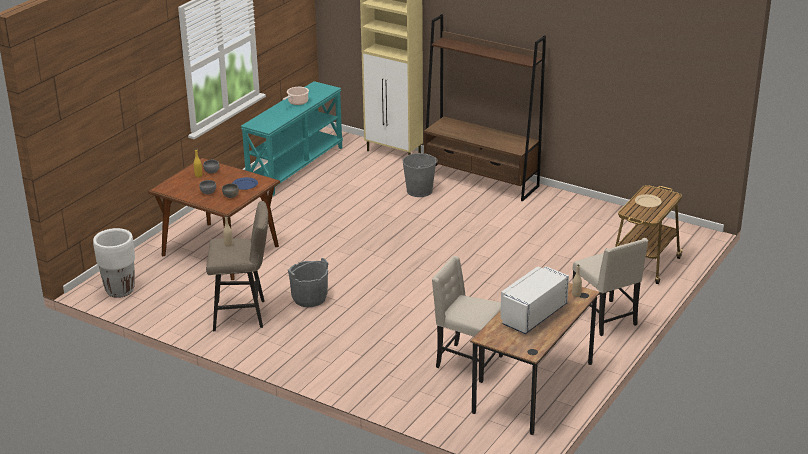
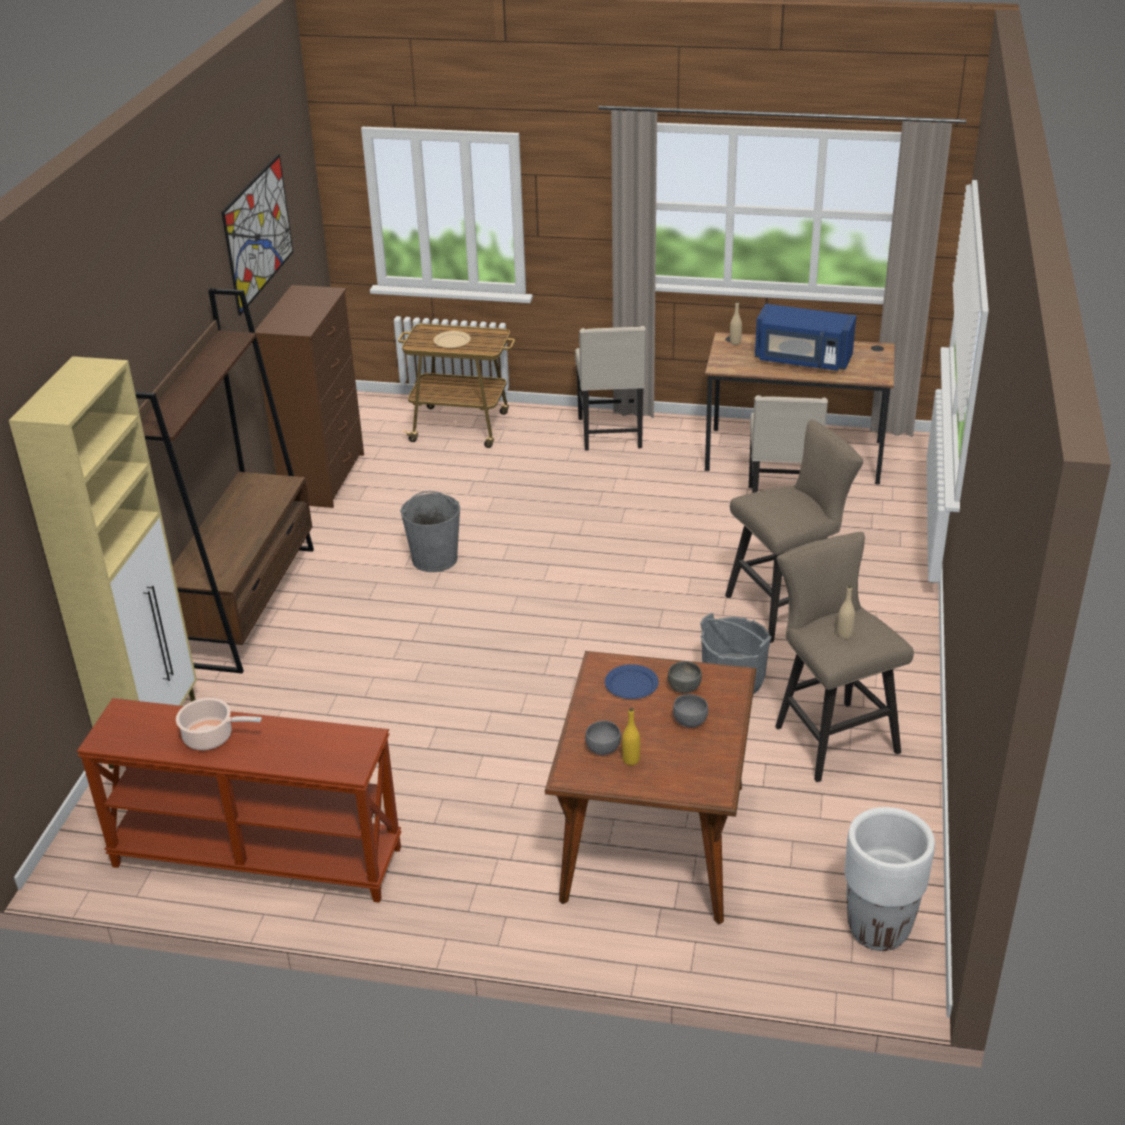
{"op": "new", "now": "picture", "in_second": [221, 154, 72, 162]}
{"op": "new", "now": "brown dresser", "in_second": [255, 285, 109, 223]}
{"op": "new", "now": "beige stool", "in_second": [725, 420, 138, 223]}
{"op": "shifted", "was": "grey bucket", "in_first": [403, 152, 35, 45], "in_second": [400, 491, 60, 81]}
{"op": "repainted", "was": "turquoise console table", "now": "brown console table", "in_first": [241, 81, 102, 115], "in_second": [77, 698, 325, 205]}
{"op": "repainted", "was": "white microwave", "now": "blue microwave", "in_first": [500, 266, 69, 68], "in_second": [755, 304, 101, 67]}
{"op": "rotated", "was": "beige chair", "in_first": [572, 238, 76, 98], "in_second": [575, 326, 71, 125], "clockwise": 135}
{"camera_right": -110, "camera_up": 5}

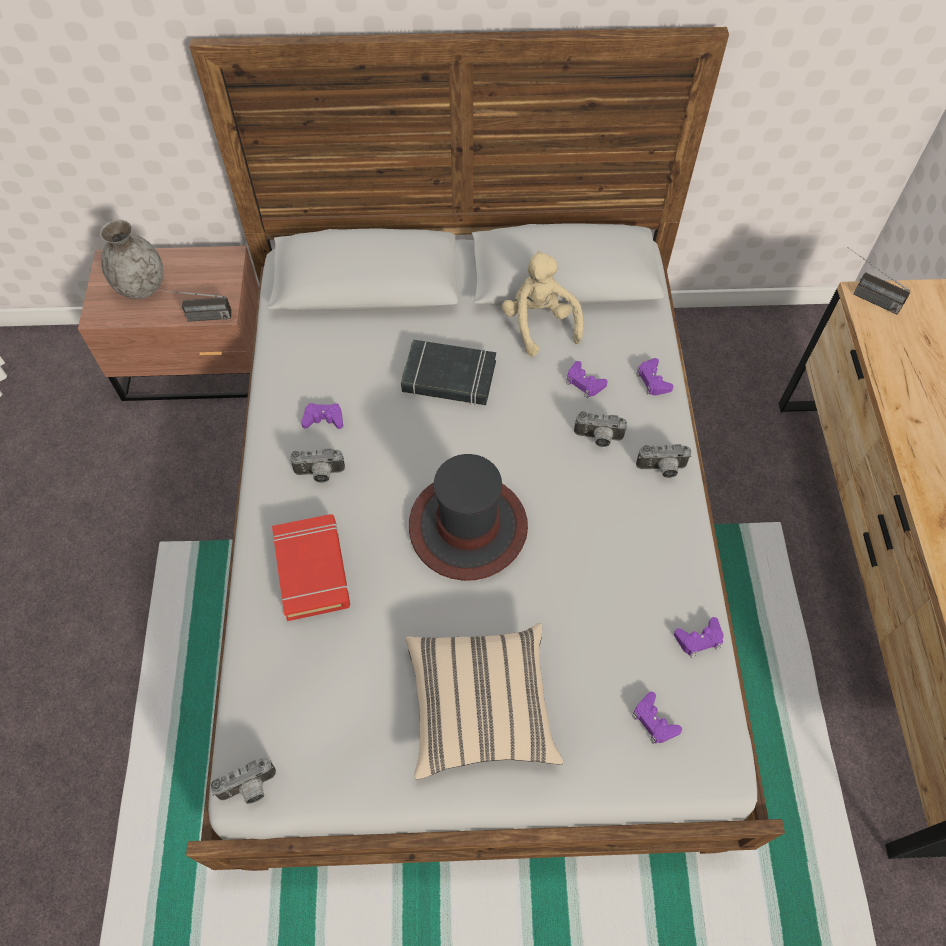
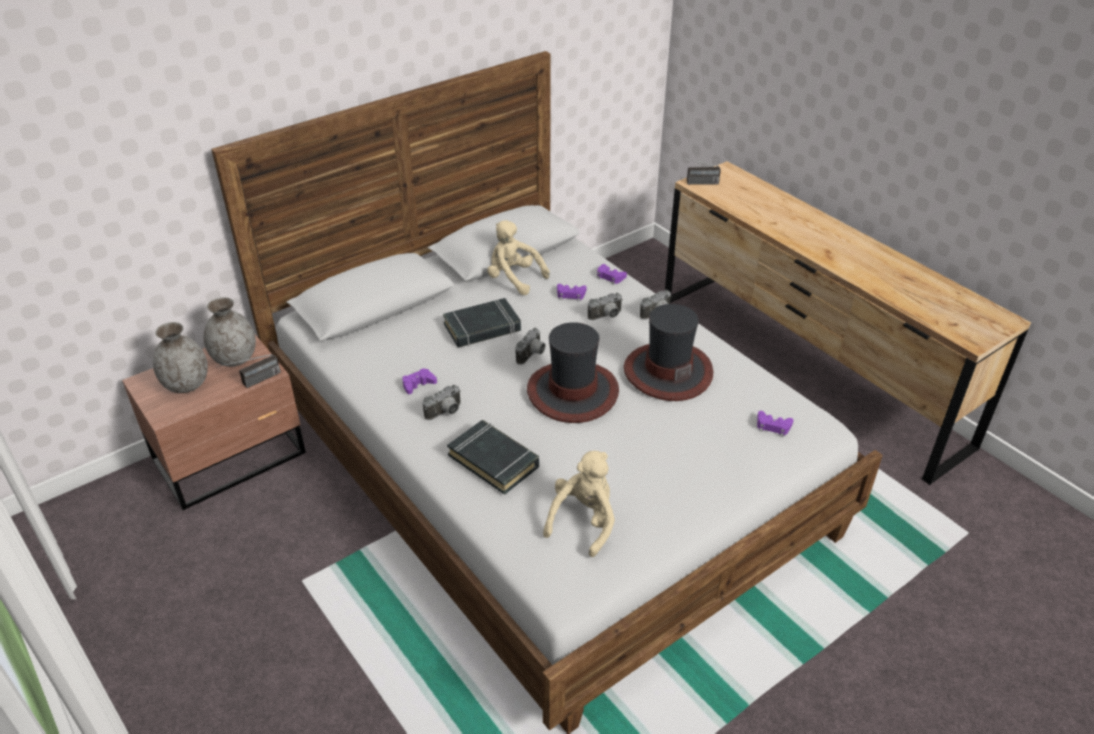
{"op": "gone", "was": "beige pillow", "in_first": [406, 623, 158, 156]}
{"op": "gone", "was": "purple game controller", "in_first": [674, 617, 50, 41]}
{"op": "new", "now": "grey vase", "in_second": [204, 297, 52, 70]}
{"op": "new", "now": "beige plush toy", "in_second": [543, 451, 72, 106]}
{"op": "new", "now": "hat", "in_second": [624, 304, 89, 97]}
{"op": "shifted", "was": "photo camera", "in_first": [210, 758, 66, 46], "in_second": [515, 328, 30, 37]}
{"op": "repainted", "was": "red book", "now": "black book", "in_first": [272, 514, 78, 107], "in_second": [447, 420, 92, 75]}
{"camera_right": -35, "camera_up": -20}

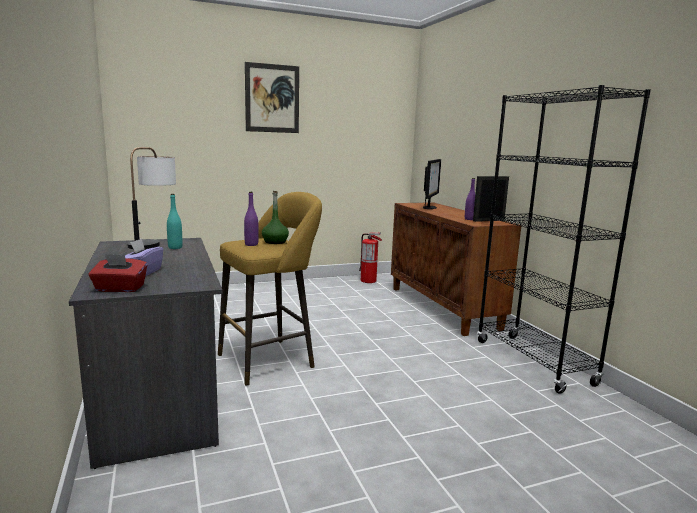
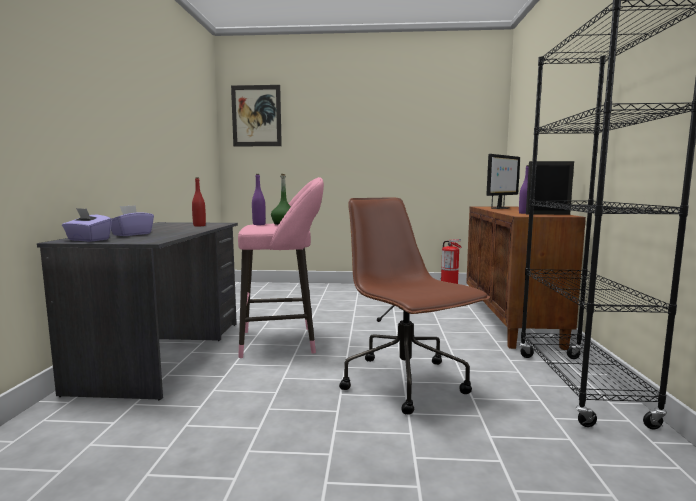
{"op": "gone", "was": "table lamp", "in_first": [127, 147, 49, 102]}
{"op": "new", "now": "brown office chair", "in_second": [339, 198, 151, 217]}
{"op": "shifted", "was": "picture", "in_first": [245, 62, 54, 71], "in_second": [231, 85, 51, 61]}
{"op": "repainted", "was": "red tissue box", "now": "purple tissue box", "in_first": [88, 254, 59, 38], "in_second": [62, 208, 50, 34]}
{"op": "repainted", "was": "turquoise bottle", "now": "red bottle", "in_first": [167, 194, 15, 55], "in_second": [192, 177, 14, 49]}
{"op": "repainted", "was": "yellow stool", "now": "pink stool", "in_first": [218, 192, 104, 193], "in_second": [238, 177, 86, 181]}
{"camera_right": 25, "camera_up": -5}

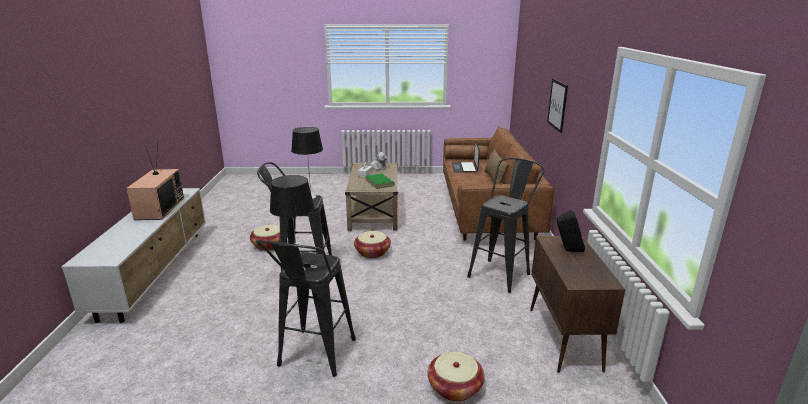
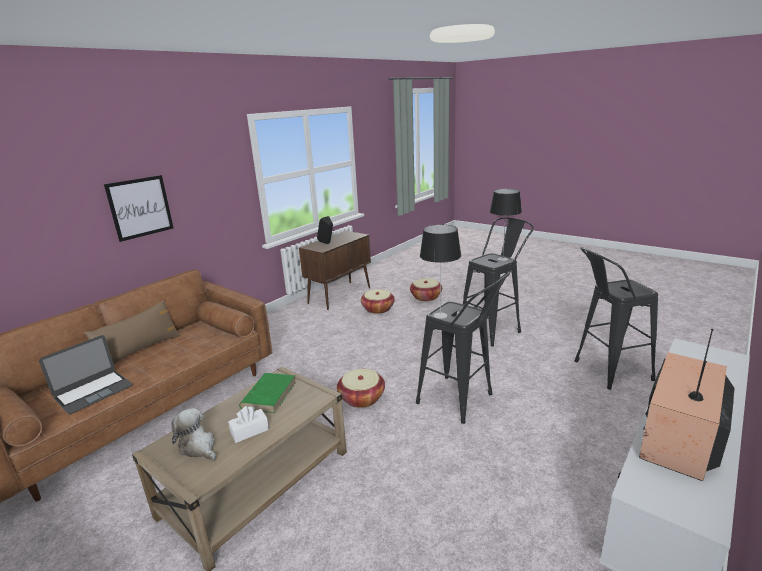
{"op": "shifted", "was": "basket", "in_first": [250, 224, 30, 27], "in_second": [361, 289, 34, 25]}
{"op": "shifted", "was": "black stool", "in_first": [467, 158, 78, 135], "in_second": [575, 247, 83, 143]}
{"camera_right": -140, "camera_up": 0}

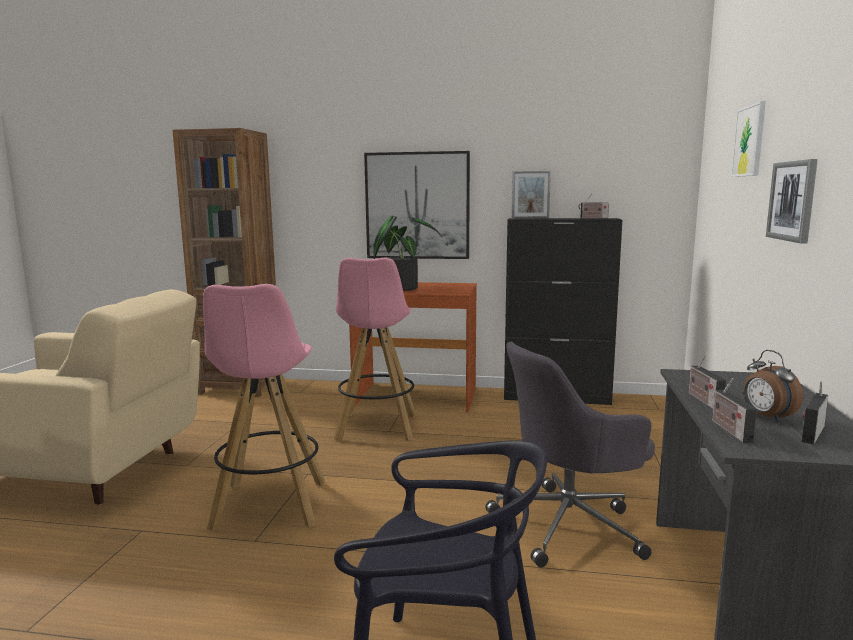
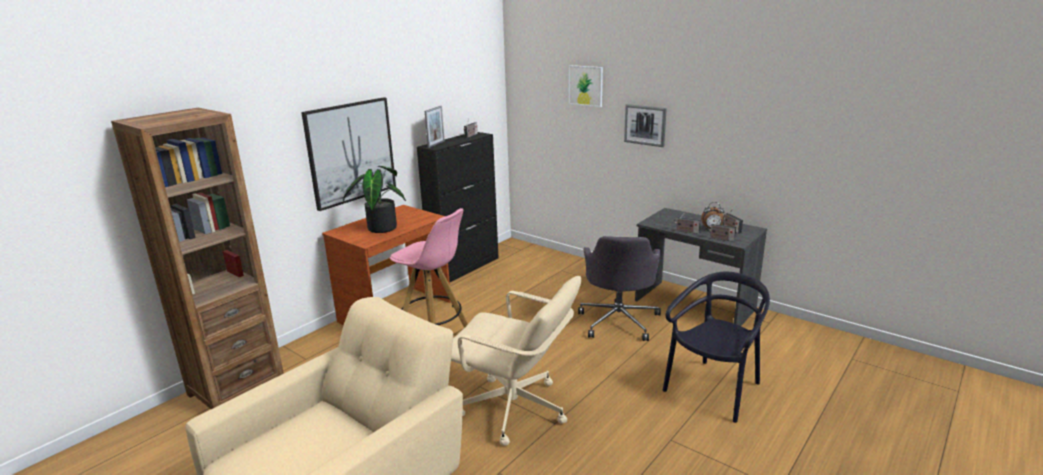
{"op": "swapped", "was": "pink stool", "now": "beige office chair", "in_first": [203, 284, 122, 247], "in_second": [451, 276, 130, 170]}
{"camera_right": -60, "camera_up": 10}

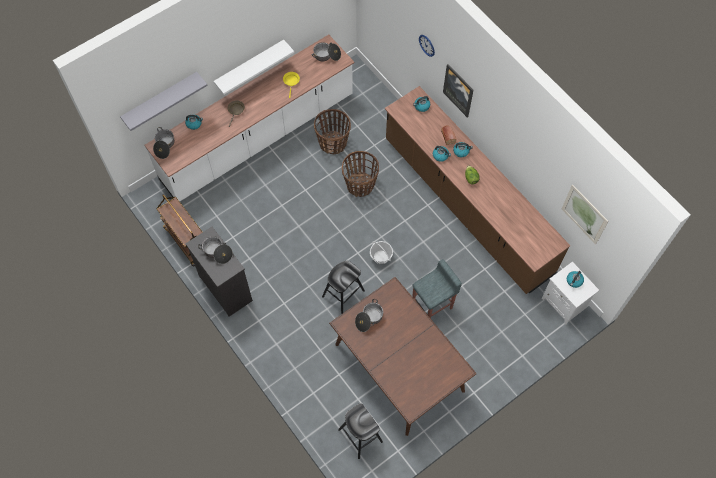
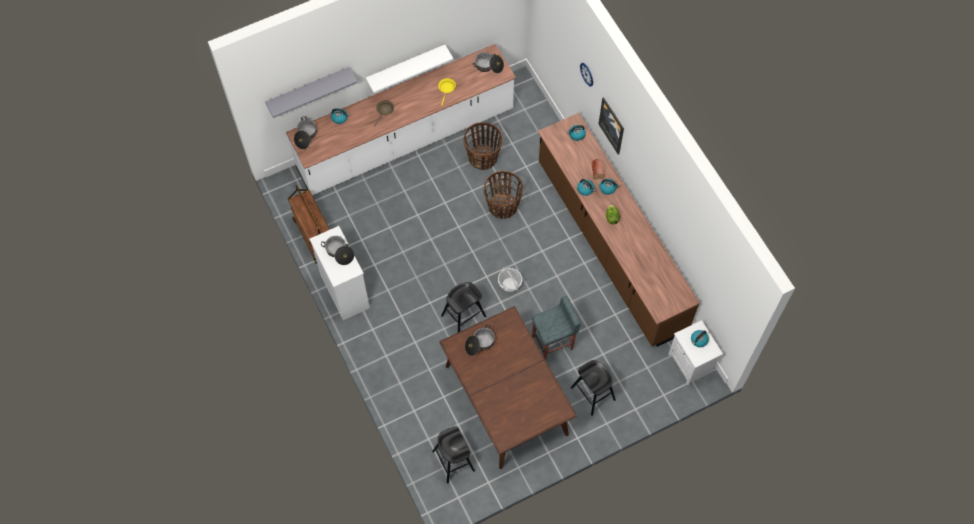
{"op": "gone", "was": "picture", "in_first": [562, 185, 47, 59]}
{"op": "new", "now": "black stool", "in_second": [571, 360, 45, 56]}
{"op": "repainted", "was": "black dresser", "now": "white dresser", "in_first": [185, 227, 68, 90], "in_second": [309, 226, 61, 94]}
{"camera_right": 10, "camera_up": 0}

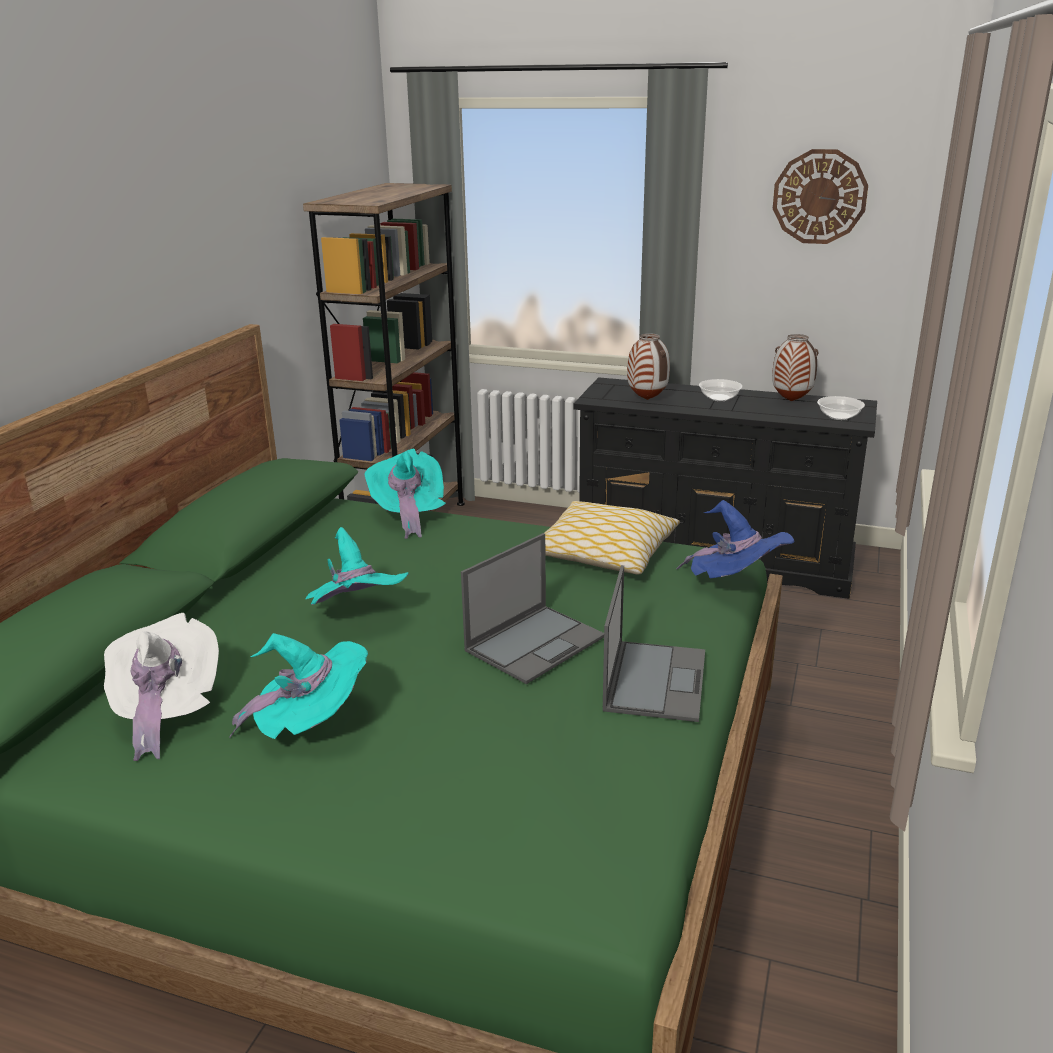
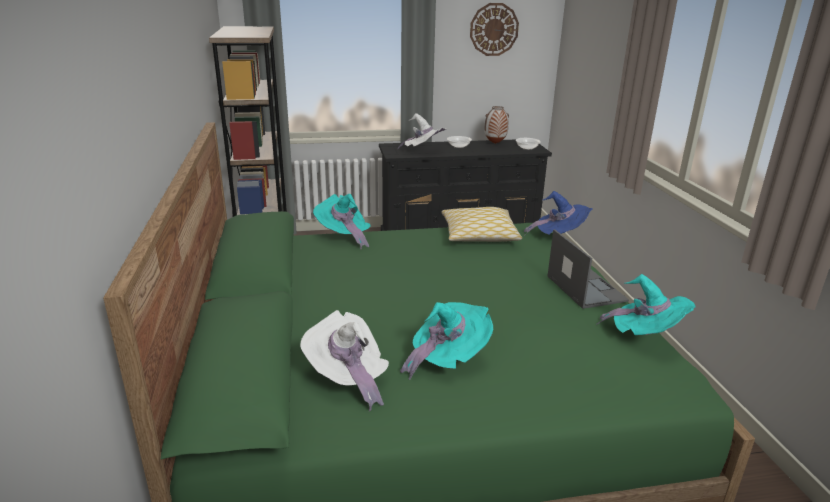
{"op": "gone", "was": "laptop", "in_first": [461, 533, 143, 151]}
{"op": "shifted", "was": "turquoise hat", "in_first": [305, 527, 104, 78], "in_second": [596, 274, 100, 61]}
{"op": "swapped", "was": "vase", "now": "white hat", "in_first": [627, 333, 43, 67], "in_second": [397, 113, 50, 36]}
{"camera_right": -30, "camera_up": 0}

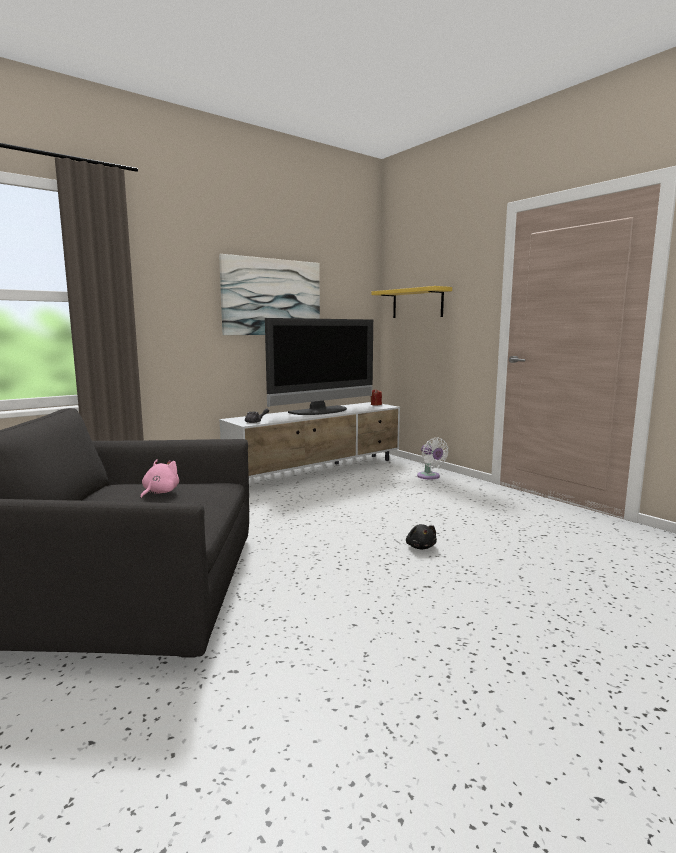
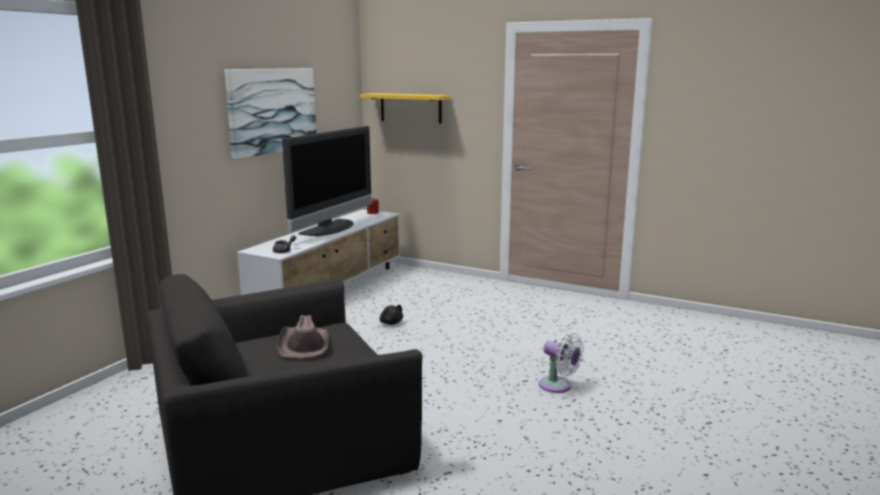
{"op": "shifted", "was": "black plush toy", "in_first": [406, 524, 31, 26], "in_second": [380, 305, 23, 20]}
{"op": "shifted", "was": "white fan", "in_first": [417, 437, 32, 42], "in_second": [539, 333, 45, 60]}
{"op": "swapped", "was": "pink plush toy", "now": "brown hat", "in_first": [140, 459, 39, 40], "in_second": [277, 315, 52, 43]}
{"camera_right": -25, "camera_up": 5}

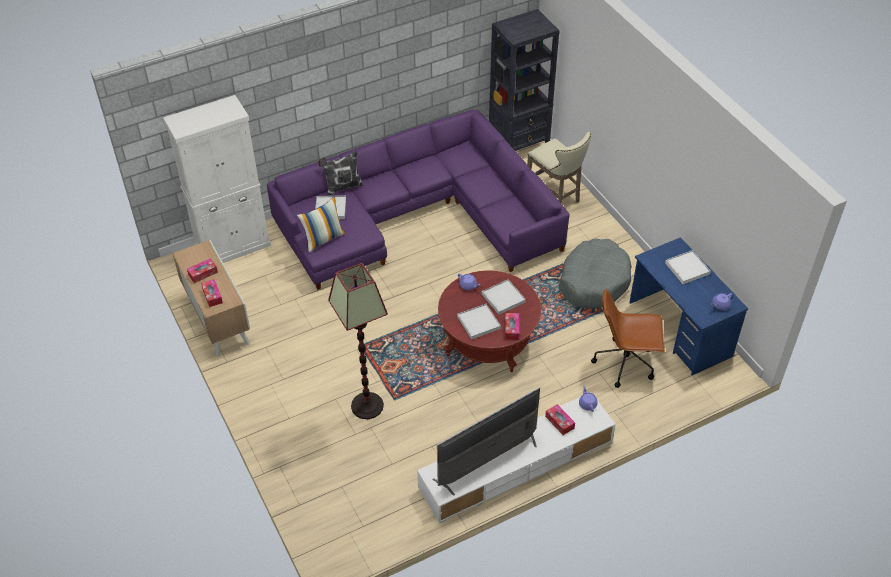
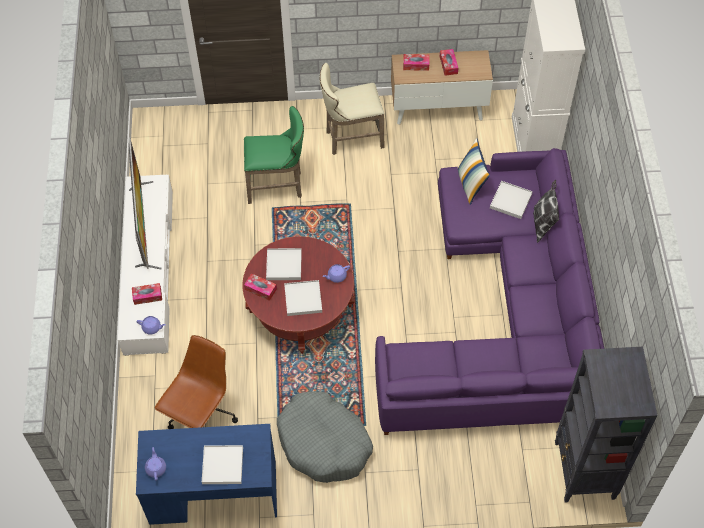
{"op": "shifted", "was": "beige stool", "in_first": [527, 132, 64, 72], "in_second": [320, 63, 65, 92]}
{"op": "swapped", "was": "floor lamp", "now": "green stool", "in_first": [328, 263, 60, 156], "in_second": [244, 106, 60, 98]}
{"camera_right": 115, "camera_up": 10}

